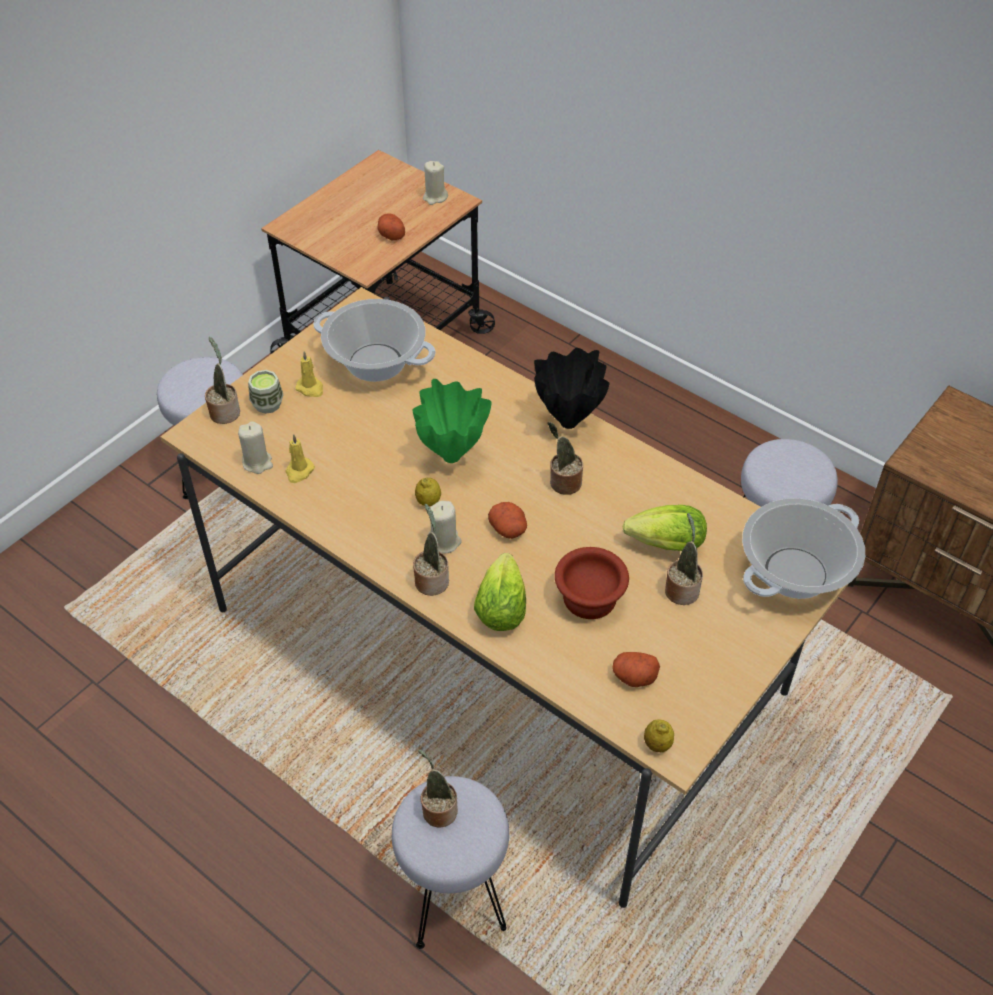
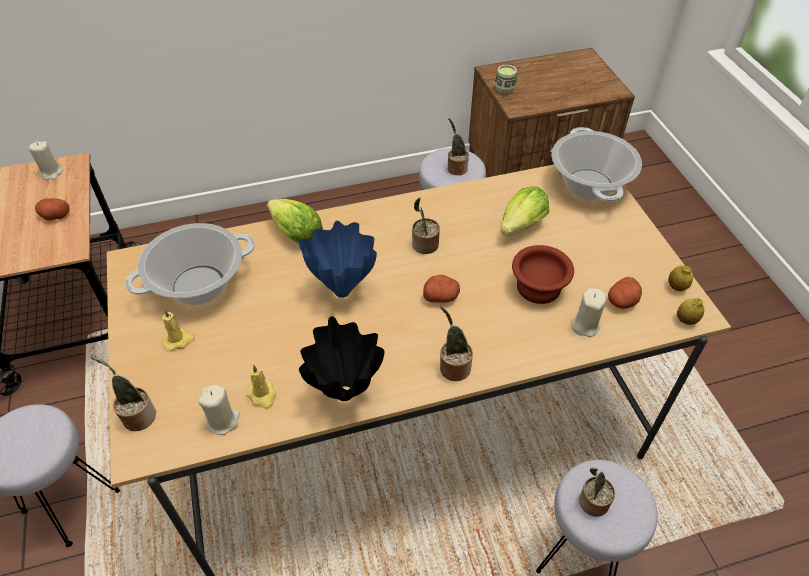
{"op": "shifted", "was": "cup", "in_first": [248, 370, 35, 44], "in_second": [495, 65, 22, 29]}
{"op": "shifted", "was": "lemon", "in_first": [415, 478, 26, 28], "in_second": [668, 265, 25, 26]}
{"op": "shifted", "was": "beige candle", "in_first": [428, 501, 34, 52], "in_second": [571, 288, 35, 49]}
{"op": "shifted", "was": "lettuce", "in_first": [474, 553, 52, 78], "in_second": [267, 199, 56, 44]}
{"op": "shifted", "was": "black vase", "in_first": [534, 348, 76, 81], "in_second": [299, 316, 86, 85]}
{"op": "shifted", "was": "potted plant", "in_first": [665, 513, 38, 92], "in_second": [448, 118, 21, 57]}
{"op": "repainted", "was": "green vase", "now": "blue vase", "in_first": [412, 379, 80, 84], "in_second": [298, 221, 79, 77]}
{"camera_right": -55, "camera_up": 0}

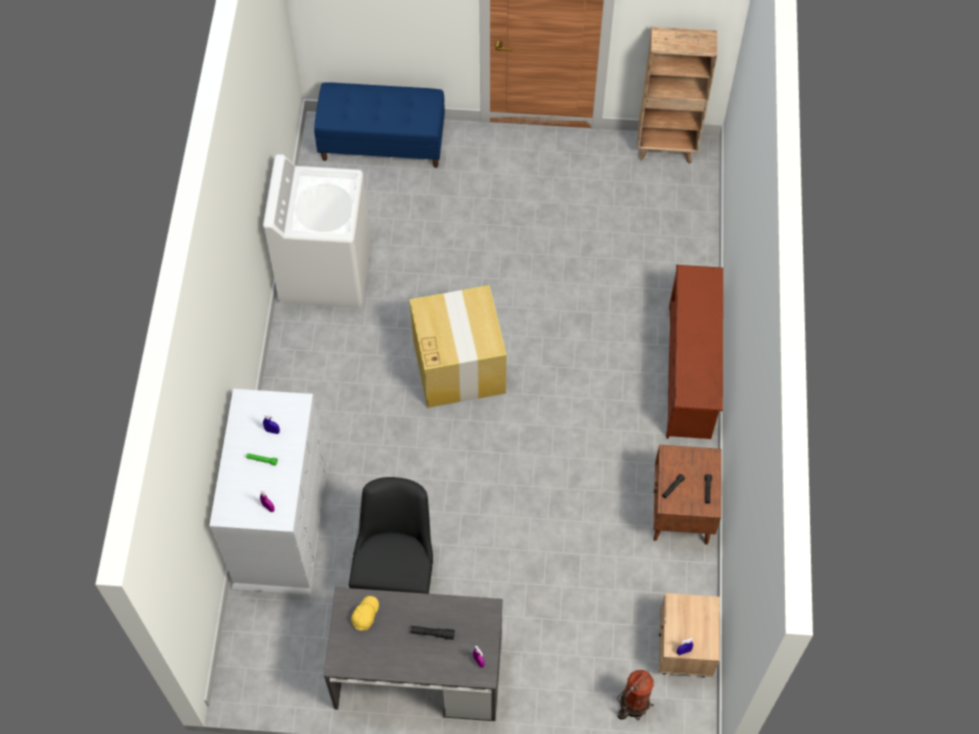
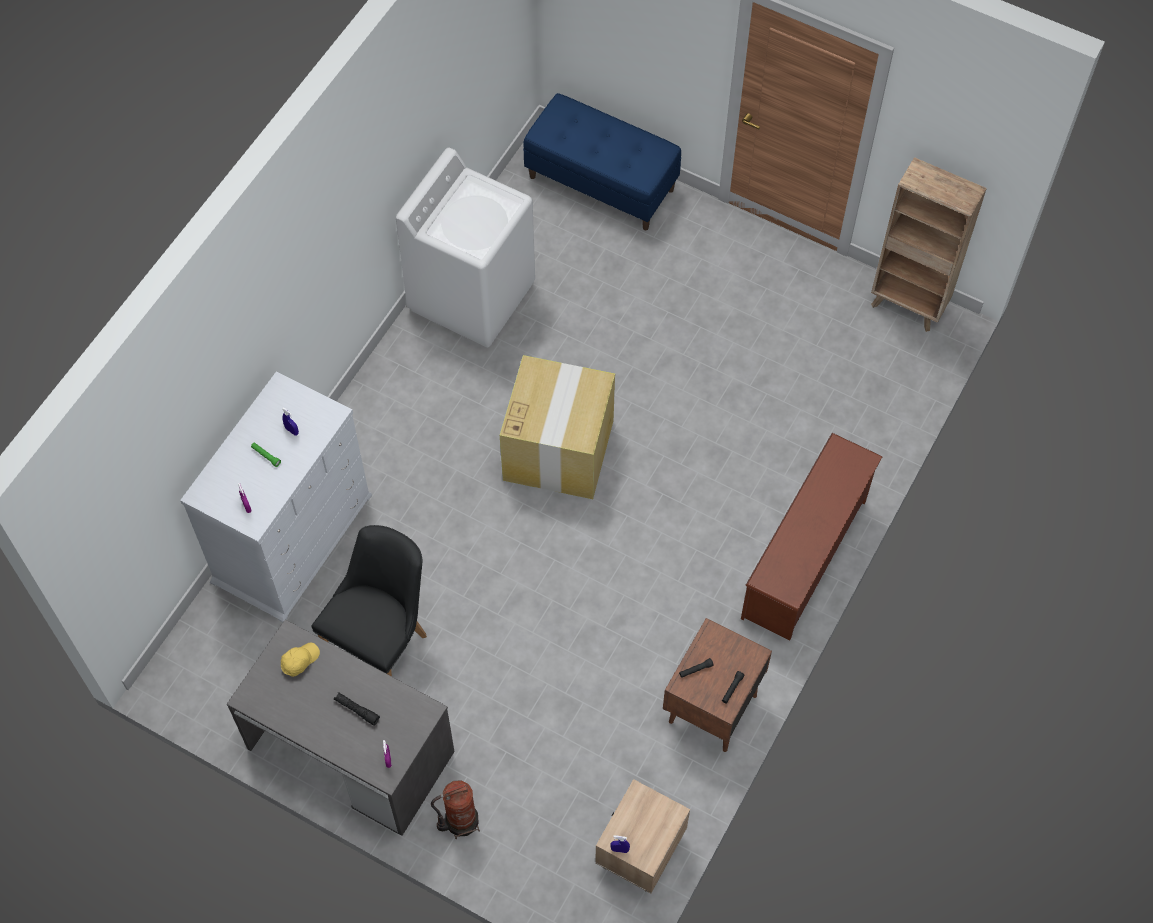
{"op": "shifted", "was": "fire extinguisher", "in_first": [617, 670, 37, 50], "in_second": [431, 780, 49, 59]}
{"camera_right": 25, "camera_up": 0}

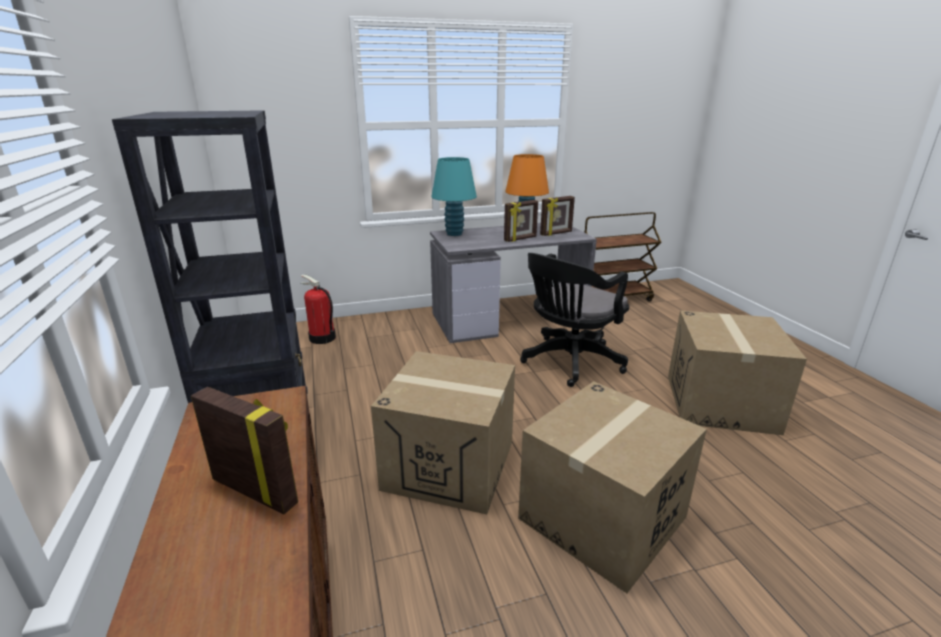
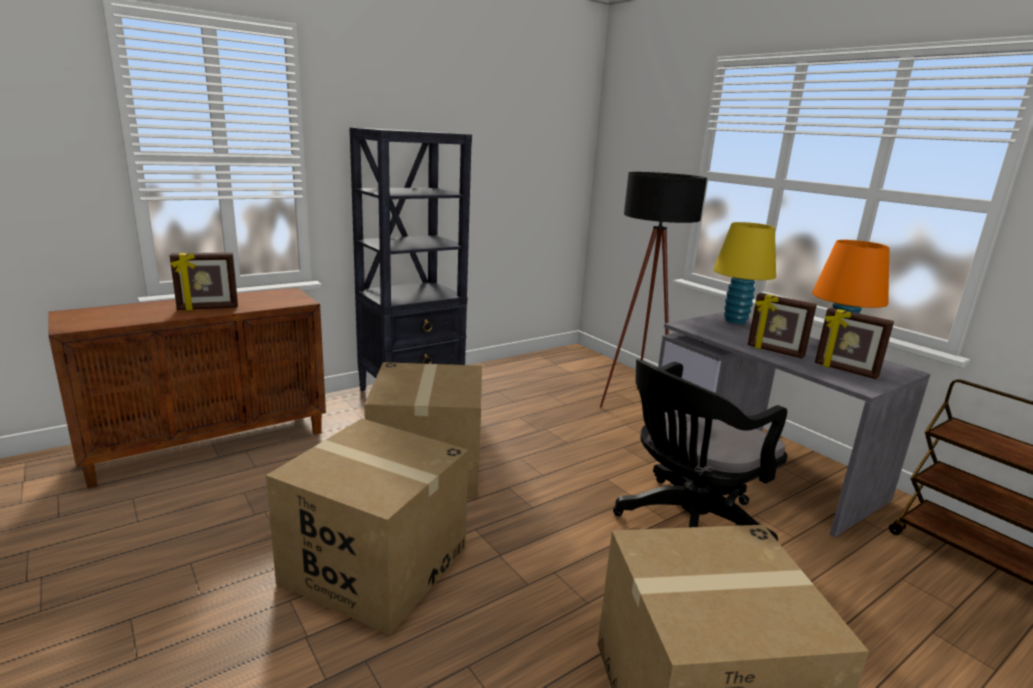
{"op": "gone", "was": "fire extinguisher", "in_first": [301, 274, 35, 70]}
{"op": "new", "now": "black floor lamp", "in_second": [600, 172, 107, 236]}
{"op": "repainted", "was": "turquoise table lamp", "now": "yellow table lamp", "in_first": [431, 157, 46, 79], "in_second": [713, 222, 63, 102]}
{"op": "rotated", "was": "picture frame", "in_first": [191, 387, 107, 127], "in_second": [170, 252, 68, 59], "clockwise": 60}
{"op": "rotated", "was": "black office chair", "in_first": [520, 253, 109, 134], "in_second": [613, 359, 174, 182], "clockwise": -60}
{"camera_right": 70, "camera_up": -5}

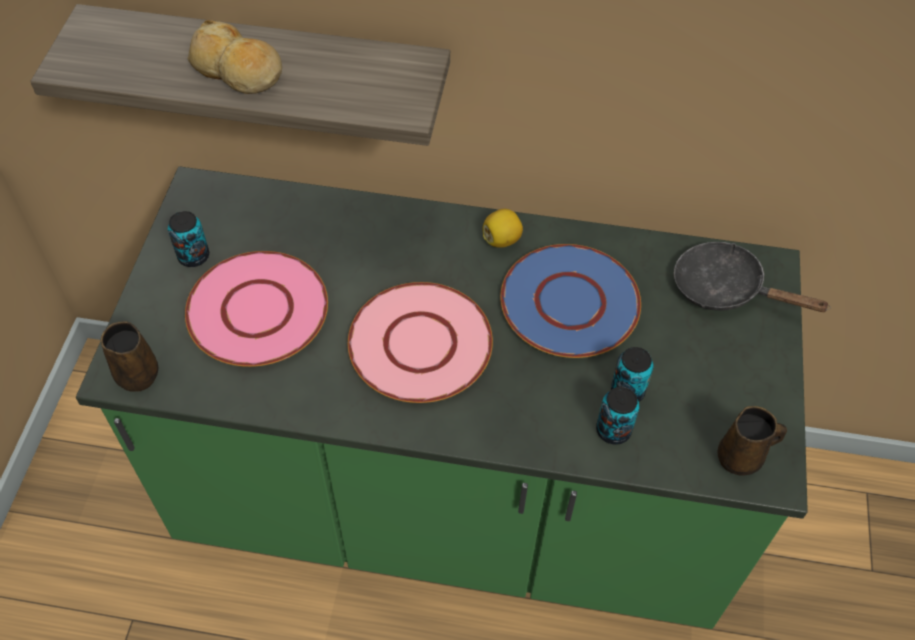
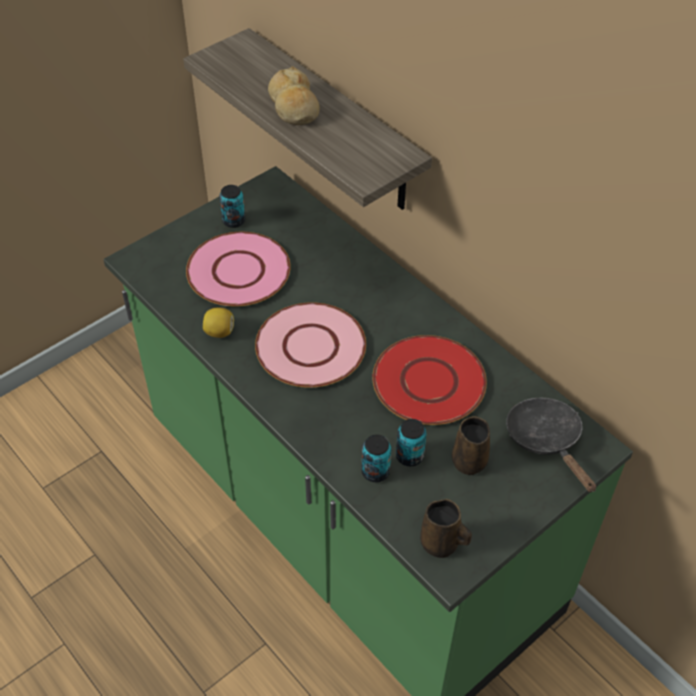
{"op": "shifted", "was": "brown mug", "in_first": [101, 321, 57, 71], "in_second": [452, 416, 38, 59]}
{"op": "shifted", "was": "lemon", "in_first": [482, 209, 41, 39], "in_second": [203, 307, 31, 31]}
{"op": "repainted", "was": "blue plate", "now": "red plate", "in_first": [500, 244, 141, 114], "in_second": [372, 335, 115, 90]}
{"camera_right": 40, "camera_up": -5}

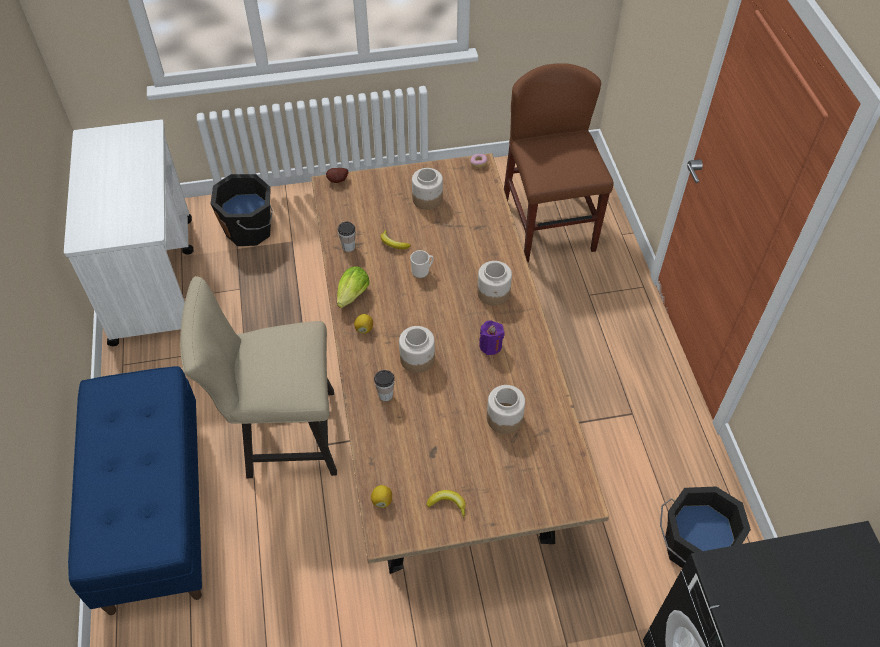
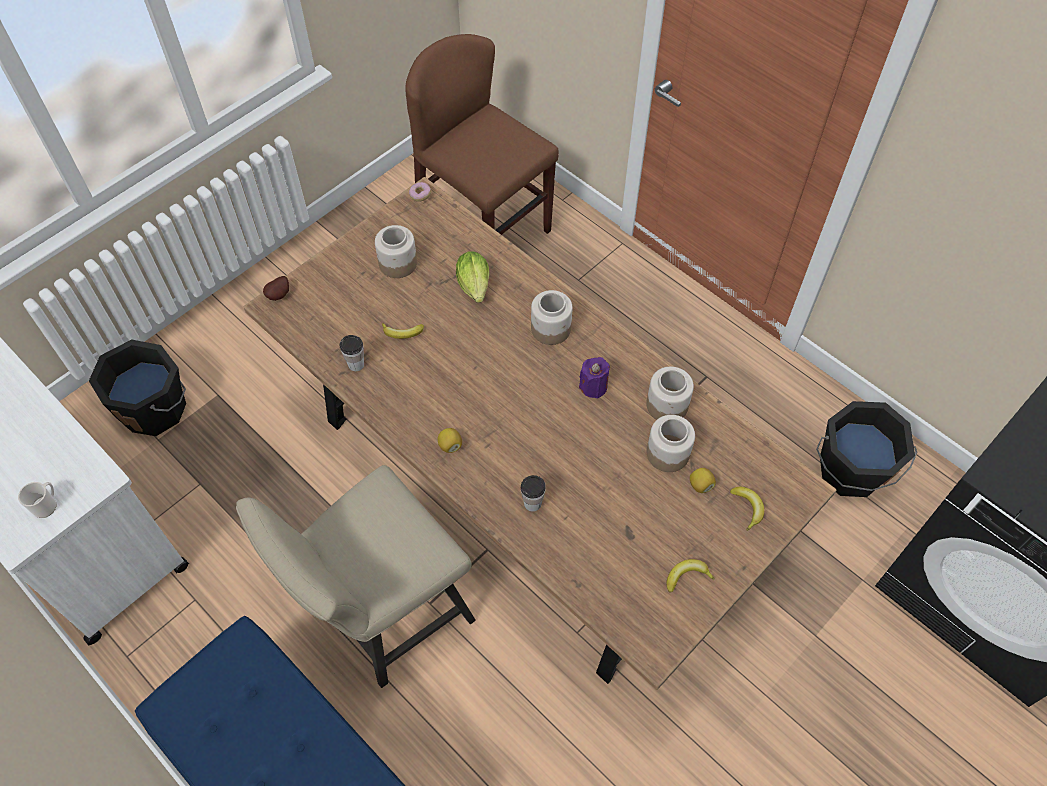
{"op": "new", "now": "banana", "in_second": [730, 487, 34, 44]}
{"op": "shifted", "was": "lettuce", "in_first": [337, 266, 33, 42], "in_second": [456, 251, 33, 52]}
{"op": "shifted", "was": "lemon", "in_first": [371, 485, 21, 23], "in_second": [690, 468, 26, 25]}
{"op": "shifted", "was": "jar", "in_first": [399, 326, 36, 47], "in_second": [646, 367, 48, 53]}
{"op": "shifted", "was": "mug", "in_first": [410, 250, 24, 28], "in_second": [18, 482, 38, 36]}
{"camera_right": -35, "camera_up": 5}

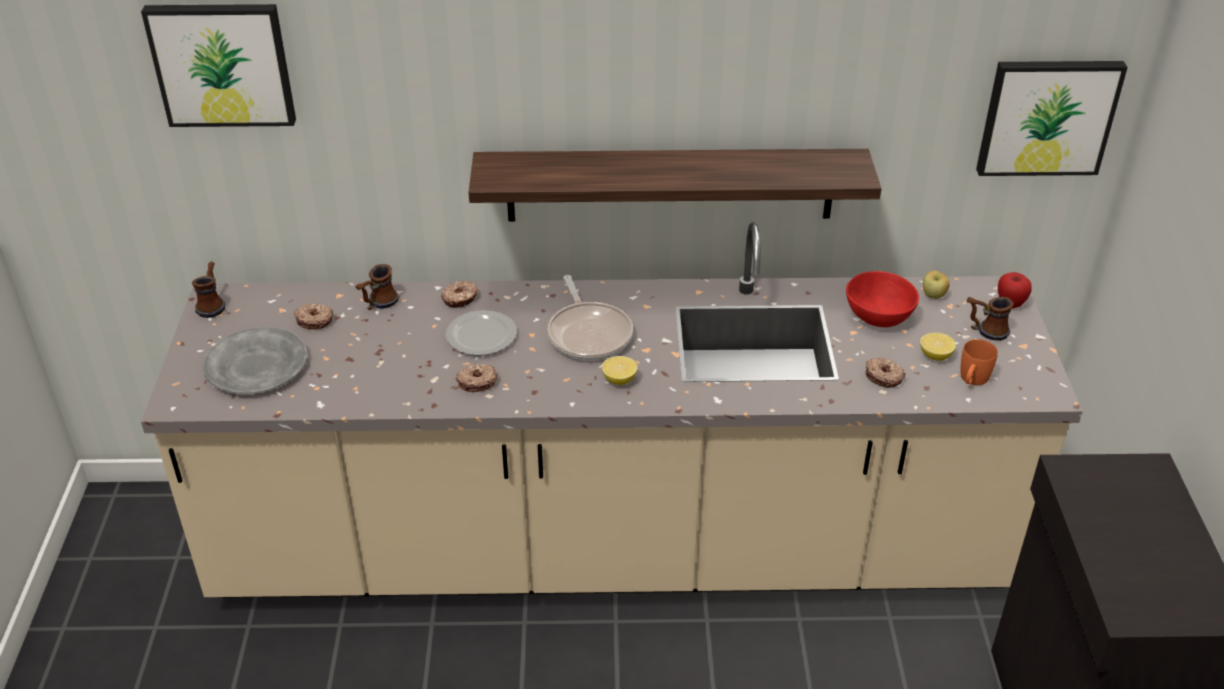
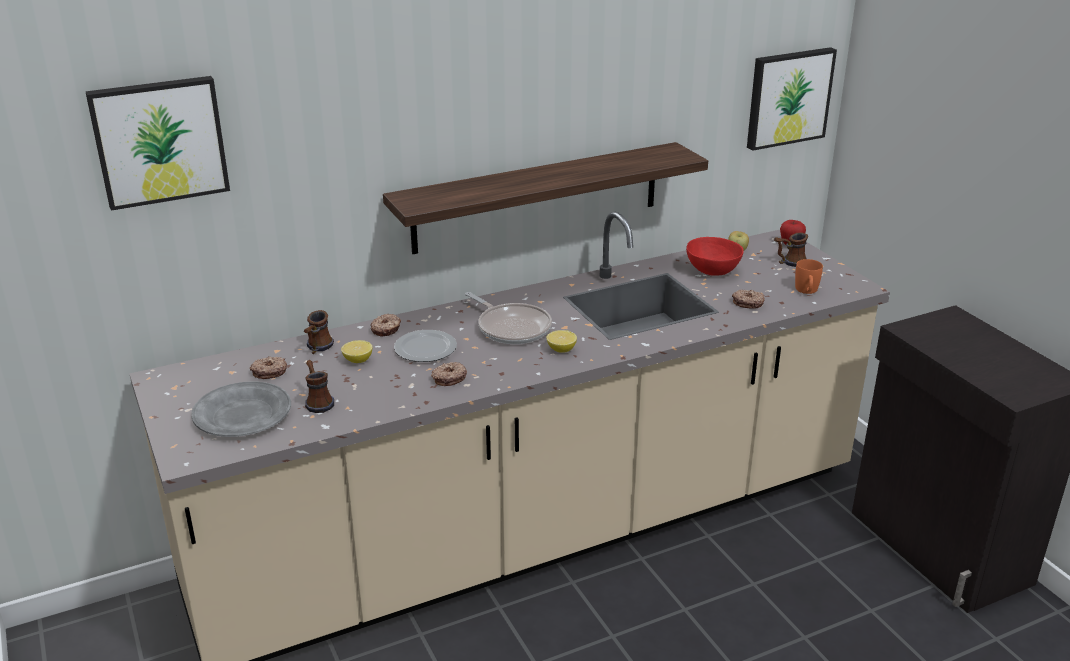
{"op": "shifted", "was": "mug", "in_first": [192, 262, 33, 56], "in_second": [305, 360, 29, 53]}
{"op": "shifted", "was": "lemon", "in_first": [920, 332, 36, 29], "in_second": [341, 340, 32, 23]}
{"camera_right": -25, "camera_up": -10}

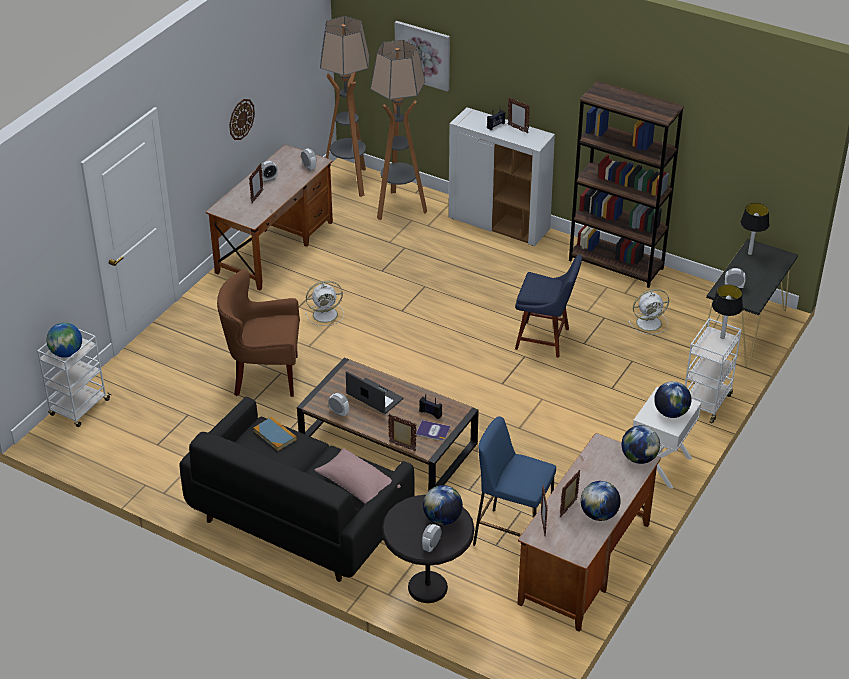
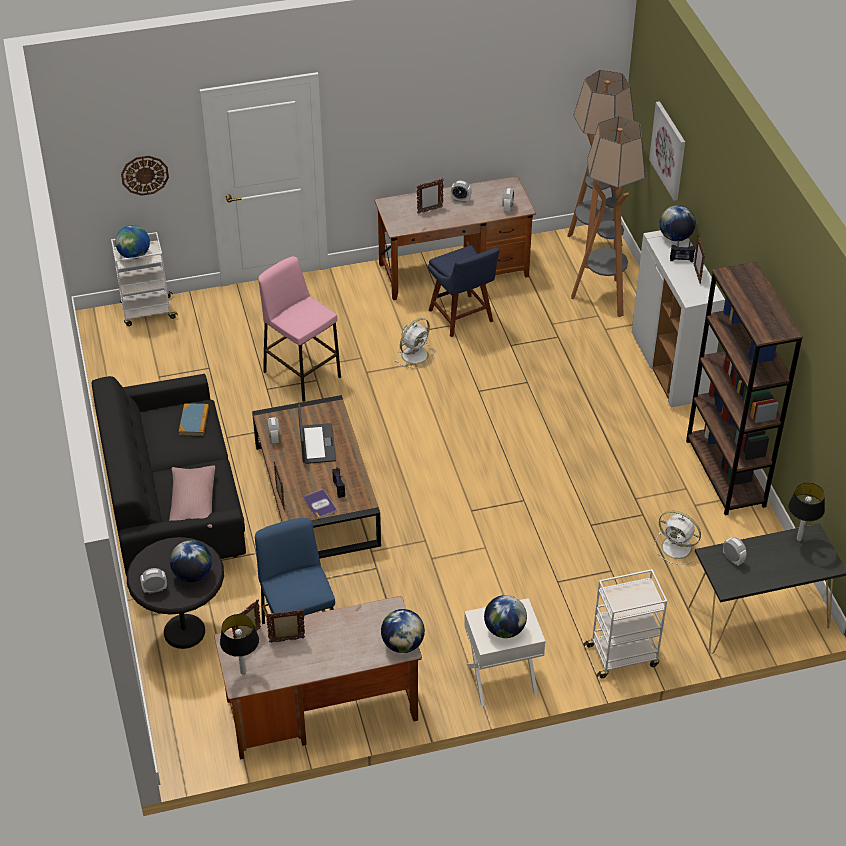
{"op": "shifted", "was": "wall clock", "in_first": [229, 99, 26, 41], "in_second": [121, 156, 48, 40]}
{"op": "shifted", "was": "blue chair", "in_first": [515, 255, 67, 103], "in_second": [428, 245, 71, 92]}
{"op": "shifted", "was": "globe", "in_first": [580, 481, 41, 40], "in_second": [659, 205, 37, 36]}
{"op": "shifted", "was": "table lamp", "in_first": [712, 284, 31, 55], "in_second": [220, 614, 39, 60]}
{"op": "swapped", "was": "brown armchair", "now": "pink stool", "in_first": [217, 269, 83, 128], "in_second": [258, 256, 83, 146]}
{"op": "rotated", "was": "white fan", "in_first": [305, 281, 39, 45], "in_second": [395, 318, 40, 50], "clockwise": -75}
{"camera_right": 45, "camera_up": 5}

